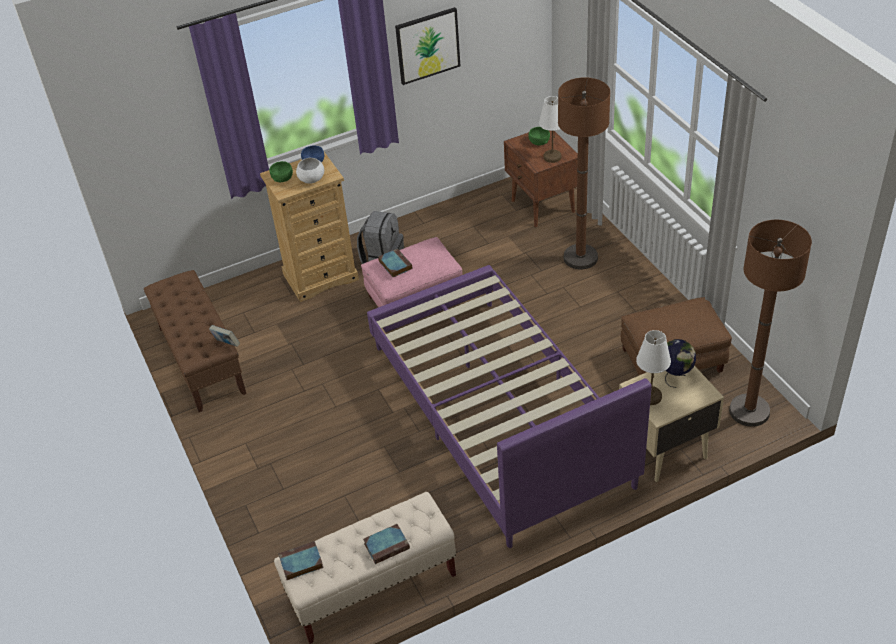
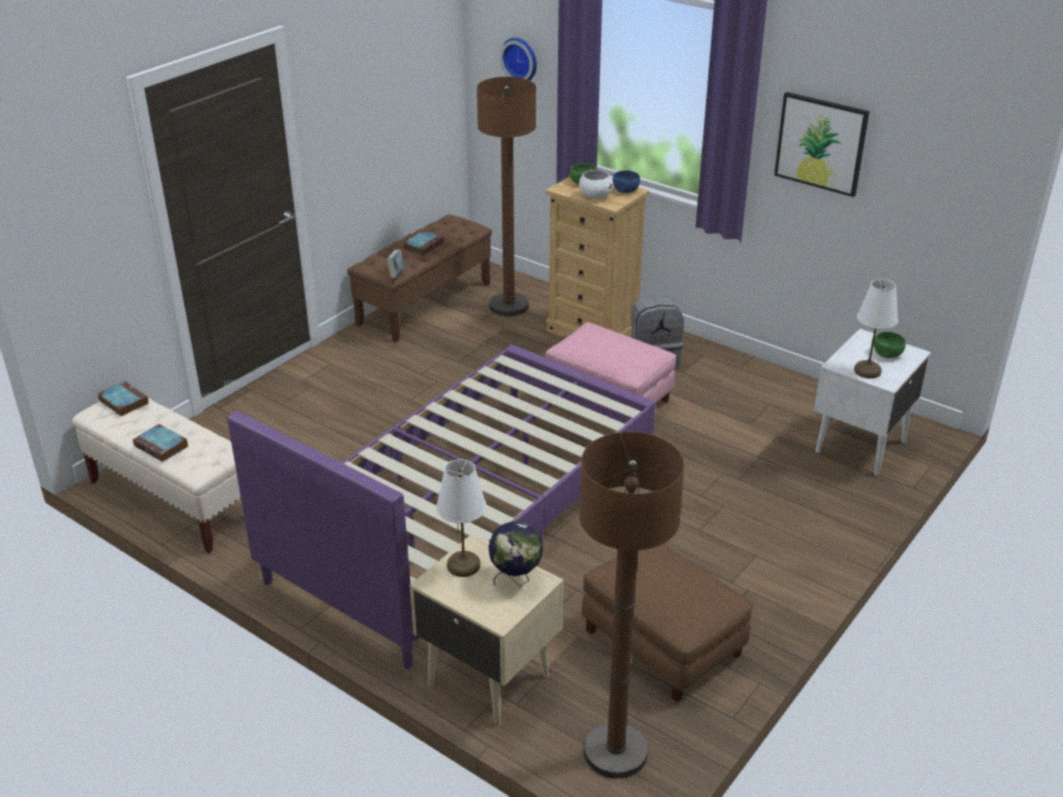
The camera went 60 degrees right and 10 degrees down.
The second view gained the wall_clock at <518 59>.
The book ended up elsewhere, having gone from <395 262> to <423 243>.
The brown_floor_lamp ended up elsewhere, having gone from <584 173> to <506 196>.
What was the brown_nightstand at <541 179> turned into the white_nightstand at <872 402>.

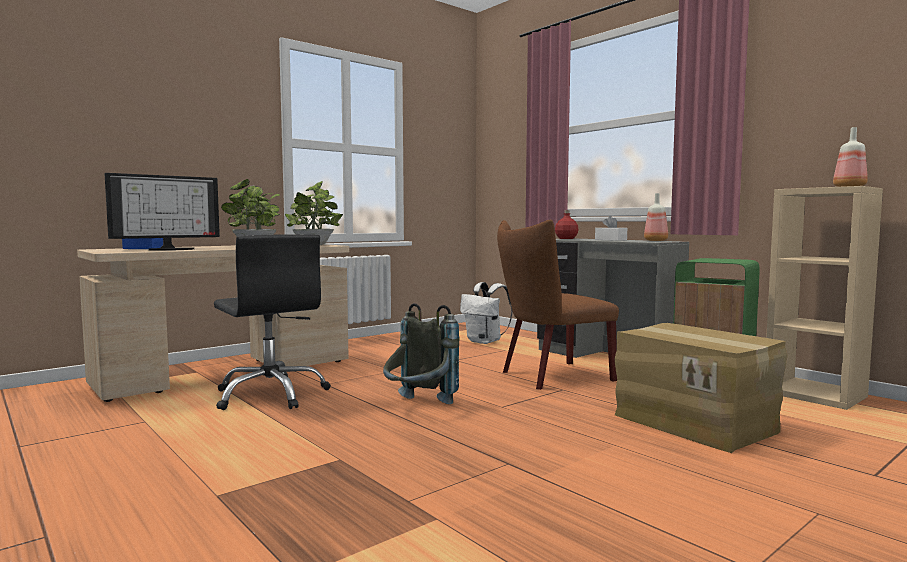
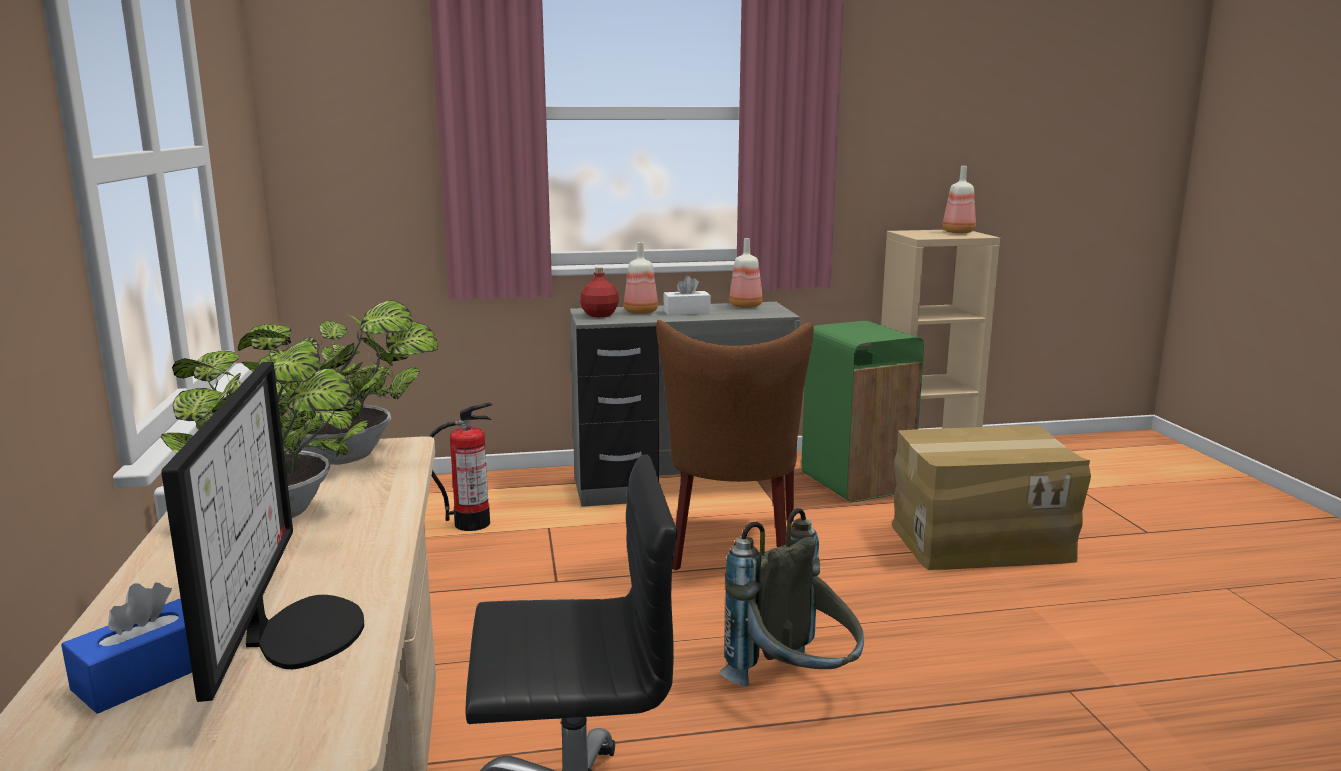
The camera went 60 degrees left and 10 degrees up.
The second view gained the bottle at <641 278>.
Where the white_backpack stood at <486 313>, the fire_extinguisher came to stand at <460 466>.

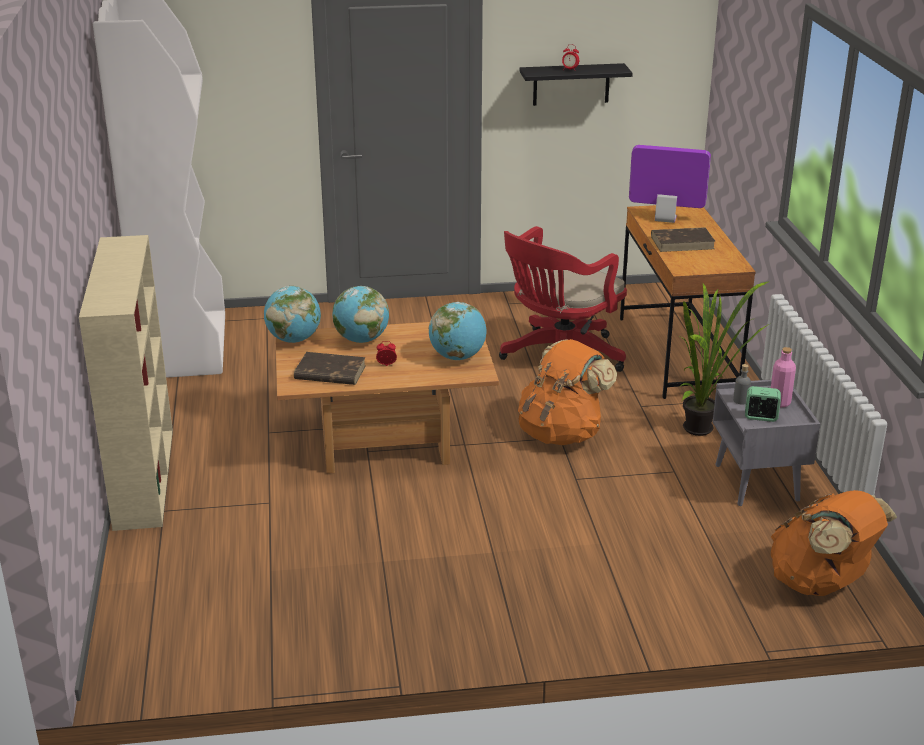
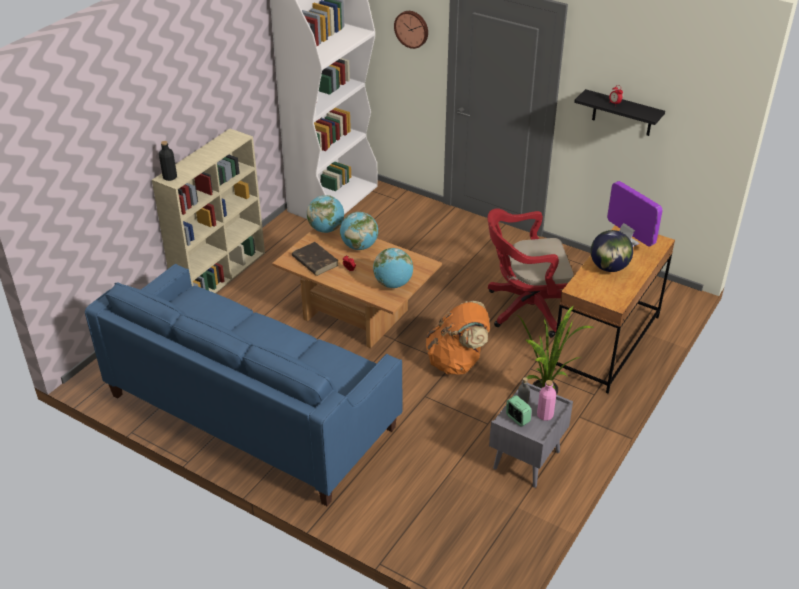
The camera went 40 degrees right and 10 degrees up.
The second view lost the orange_backpack at <834 543>.
The second view gained the blue_sofa at <244 385>.
The second view gained the black_bottle at <168 161>.
The second view gained the wall_clock at <411 30>.
Where the brown_book stood at <683 239>, the globe came to stand at <612 251>.

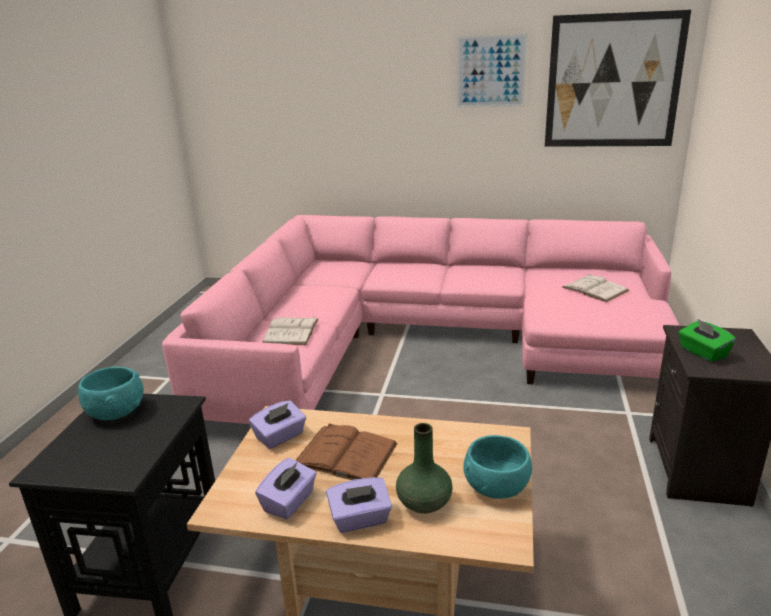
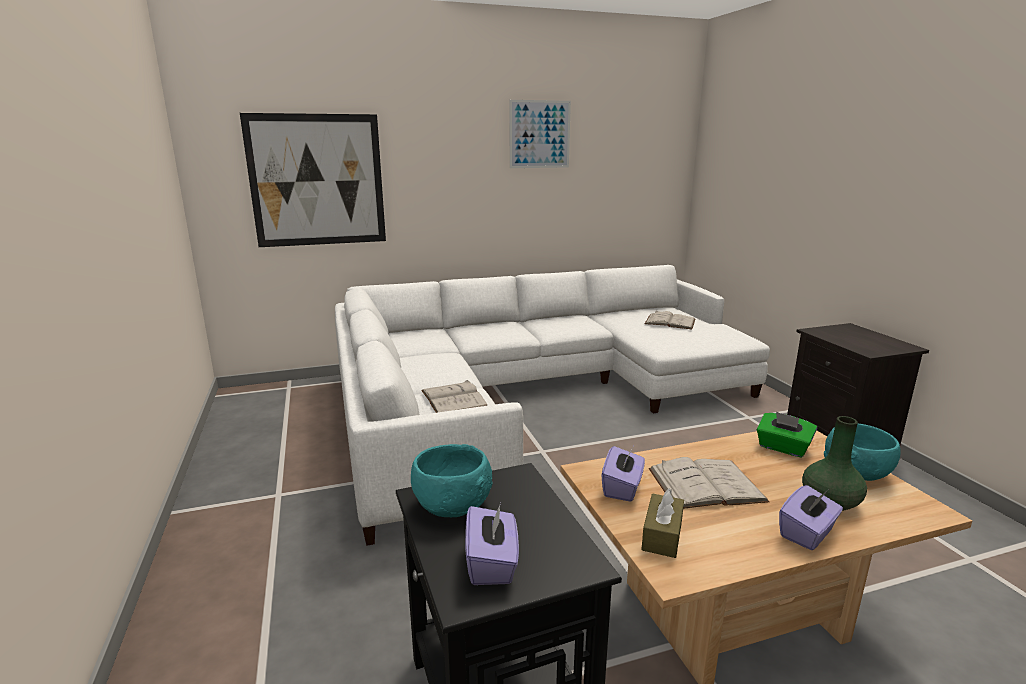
The camera went 30 degrees left and 5 degrees down.
The second view gained the brown_tissue_box at <662 523>.
The purple_tissue_box ended up elsewhere, having gone from <286 489> to <492 544>.
The picture ended up elsewhere, having gone from <618 78> to <313 180>.
The green_tissue_box ended up elsewhere, having gone from <707 340> to <787 435>.
What was the pink_sofa at <421 319> turned into the white_sofa at <552 405>.
What was the brown_book at <346 452> turned into the white_book at <709 483>.

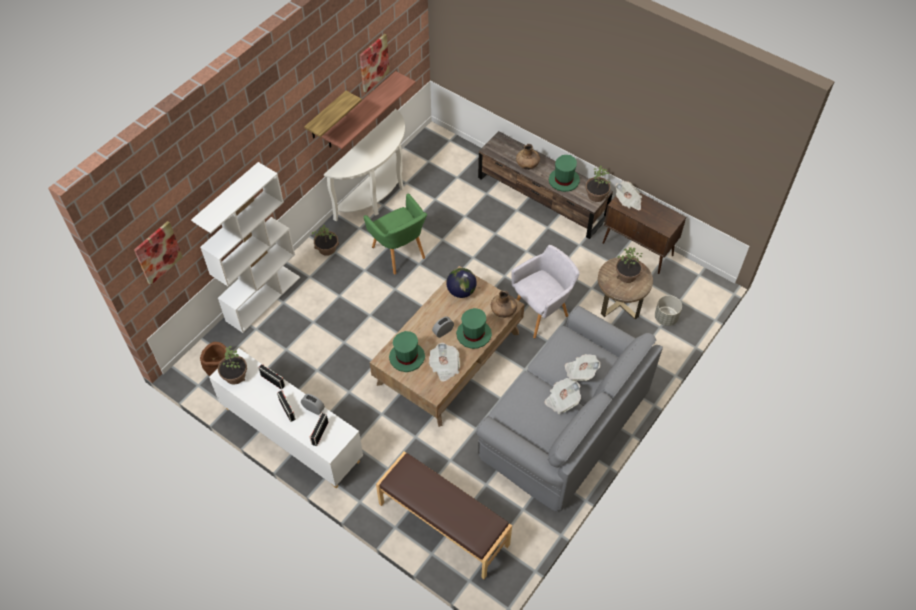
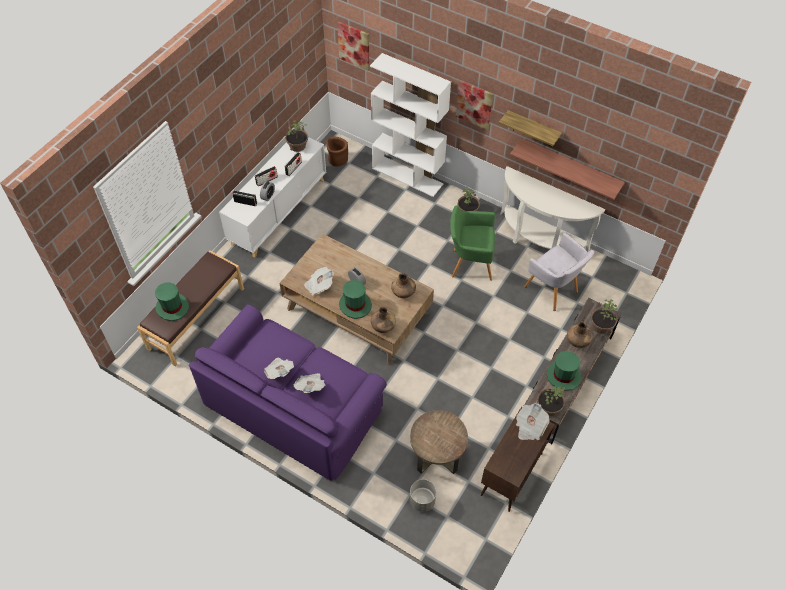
The camera went 85 degrees right and 0 degrees up.
The picture ended up elsewhere, having gone from <374 63> to <474 105>.
The green_hat ended up elsewhere, having gone from <407 351> to <172 301>.
The grey_armchair ended up elsewhere, having gone from <545 292> to <559 271>.
The potted_plant ended up elsewhere, having gone from <629 265> to <604 316>.
Where the globe stood at <461 283>, the brown_vase came to stand at <403 285>.
What was the grey_sofa at <569 408> turned into the purple_sofa at <288 393>.
The green_armchair at <395 234> ended up facing another way, 45 degrees clockwise from before.

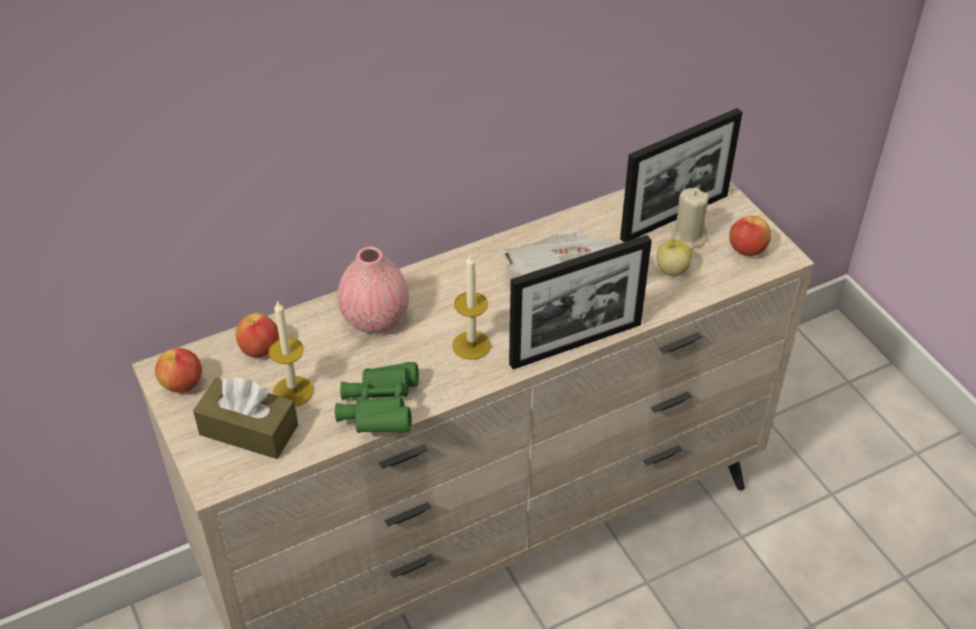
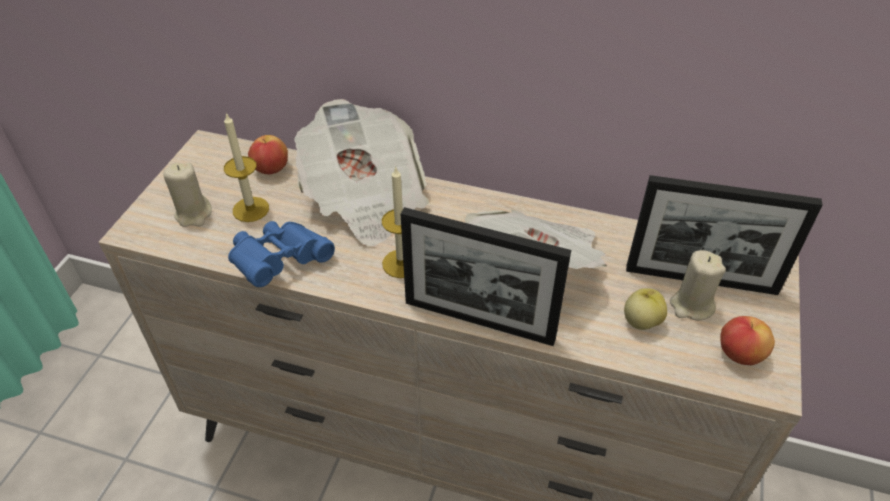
The camera went 45 degrees right and 0 degrees up.
The second view lost the apple at <178 370>.
Where the brown_tissue_box stood at <245 418>, the beige_candle came to stand at <187 195>.
Where the pink_vase stood at <373 290>, the newspaper came to stand at <361 172>.
What was the green_binoculars at <377 397> turned into the blue_binoculars at <281 254>.

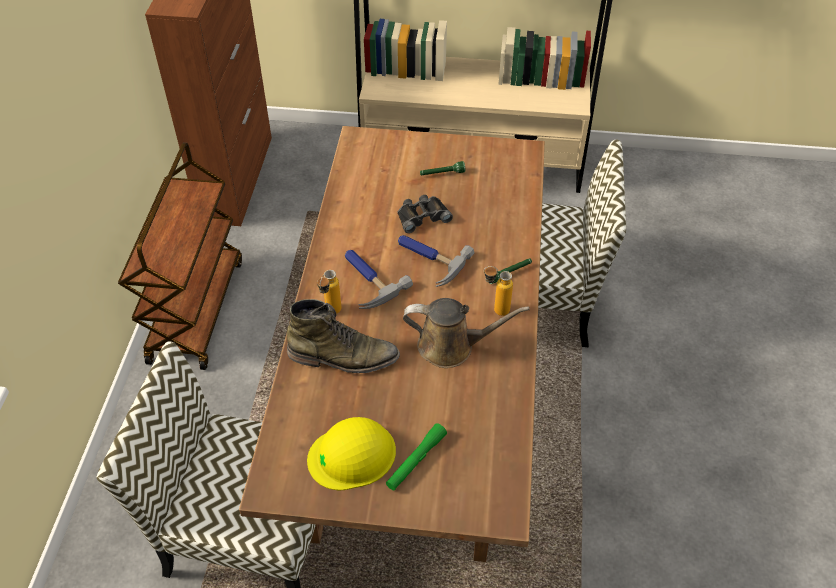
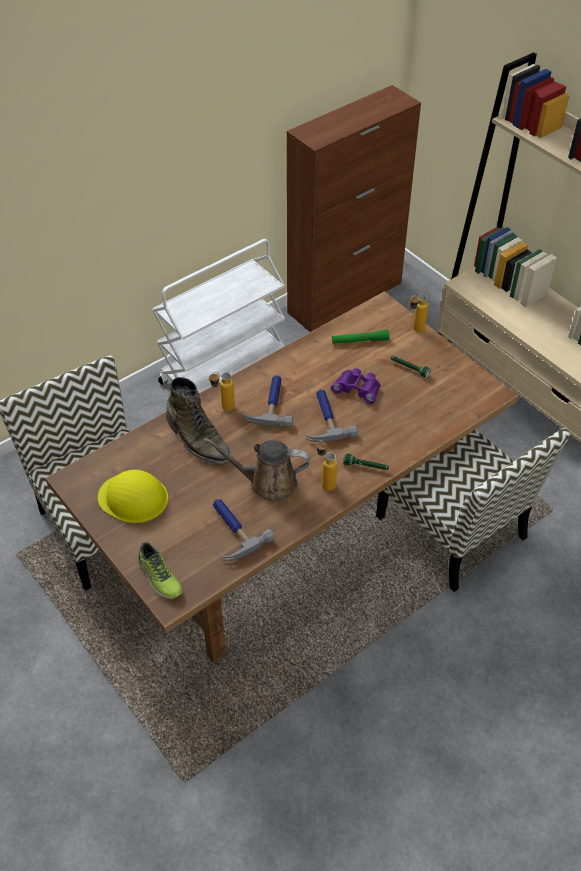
The camera went 45 degrees right and 0 degrees up.
The second view gained the shoe at <160 570>.
The second view gained the hammer at <244 530>.
The second view gained the bottle at <418 313>.
The green_flashlight ended up elsewhere, having gone from <416 456> to <360 337>.
What was the brown_cart at <180 256> turned into the white_cart at <218 316>.
What was the black_binoculars at <425 214> turned into the purple_binoculars at <356 386>.
The brown_watering_can at <466 333> ended up facing another way, 135 degrees clockwise from before.

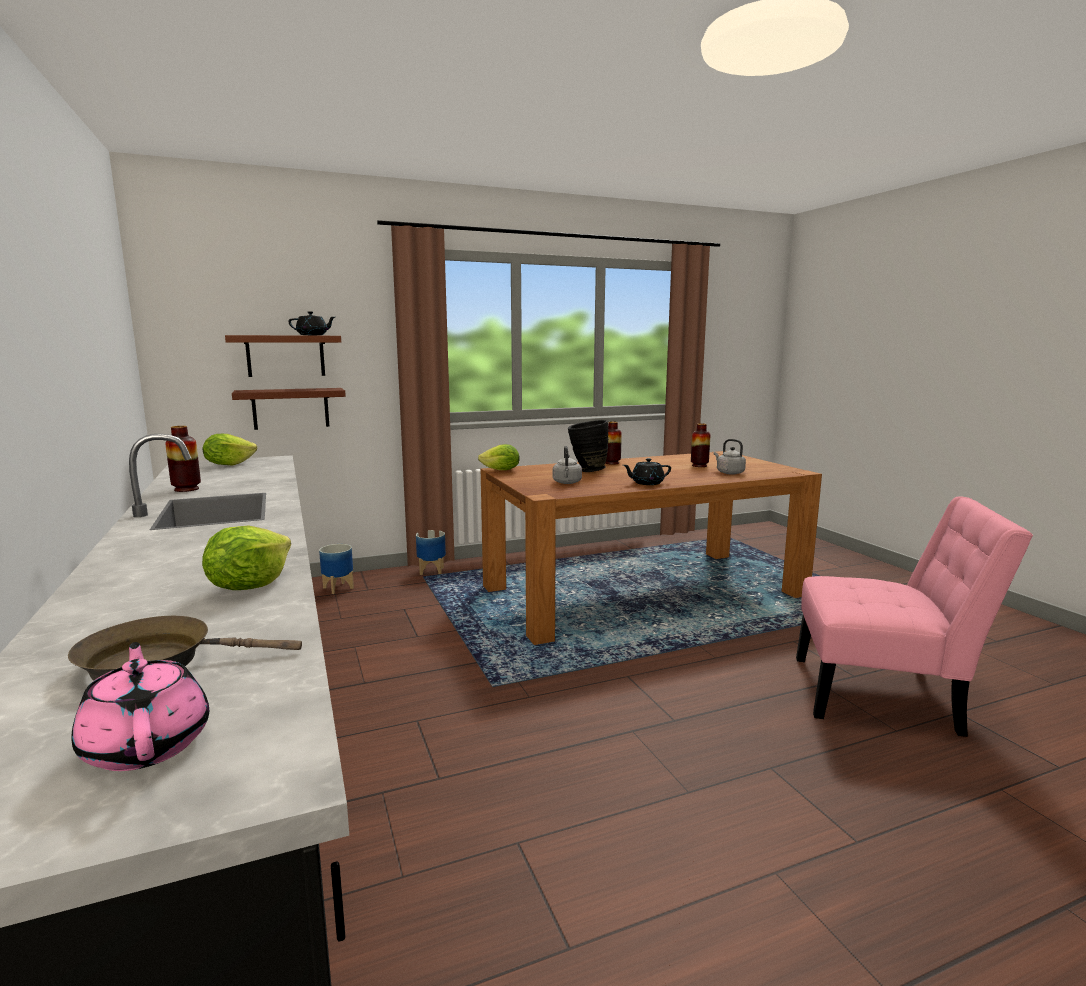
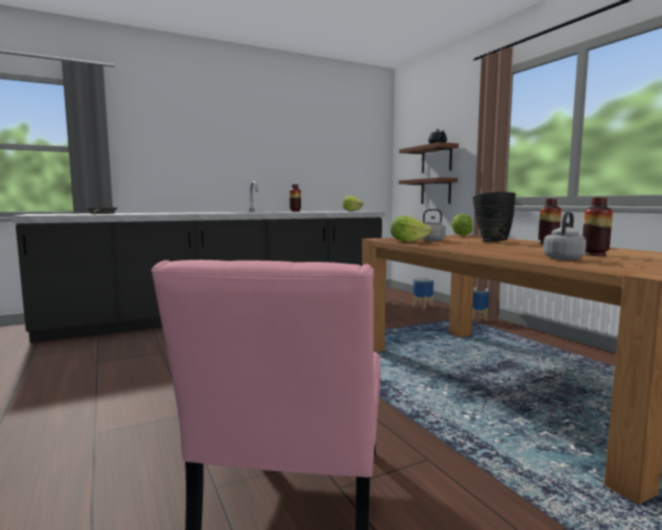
The camera went 85 degrees right and 5 degrees down.
The second view lost the pink_teapot at <140 706>.
The second view lost the black_teapot at <647 471>.
The lettuce ended up elsewhere, having gone from <246 557> to <411 229>.

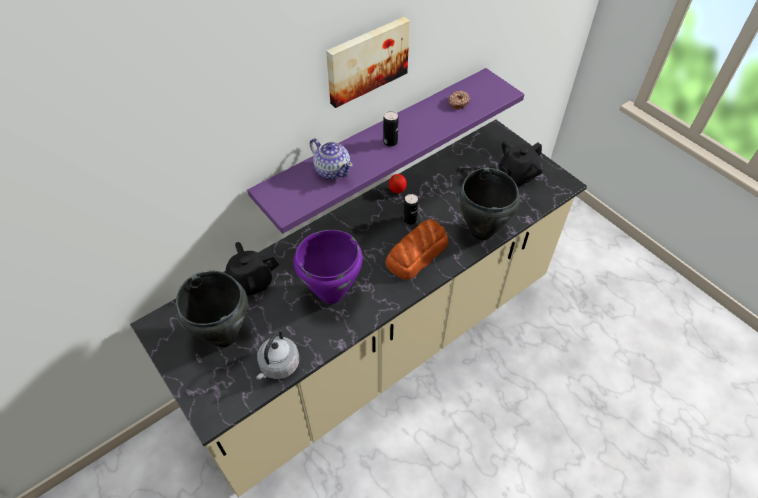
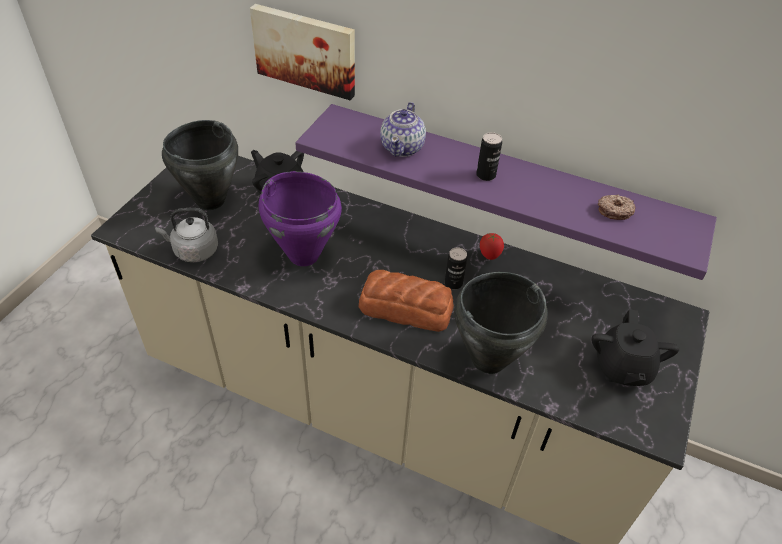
The camera went 60 degrees right and 5 degrees down.
The picture ended up elsewhere, having gone from <368 62> to <302 52>.
The black_teapot at <521 164> ended up facing another way, 105 degrees counterclockwise from before.

